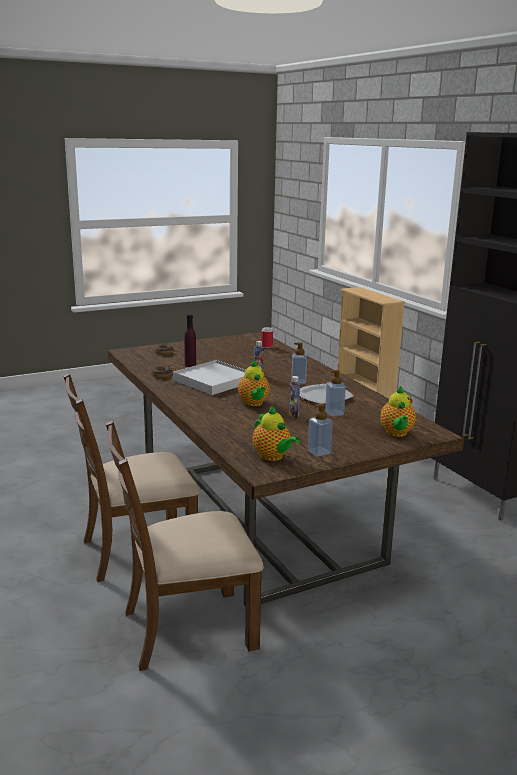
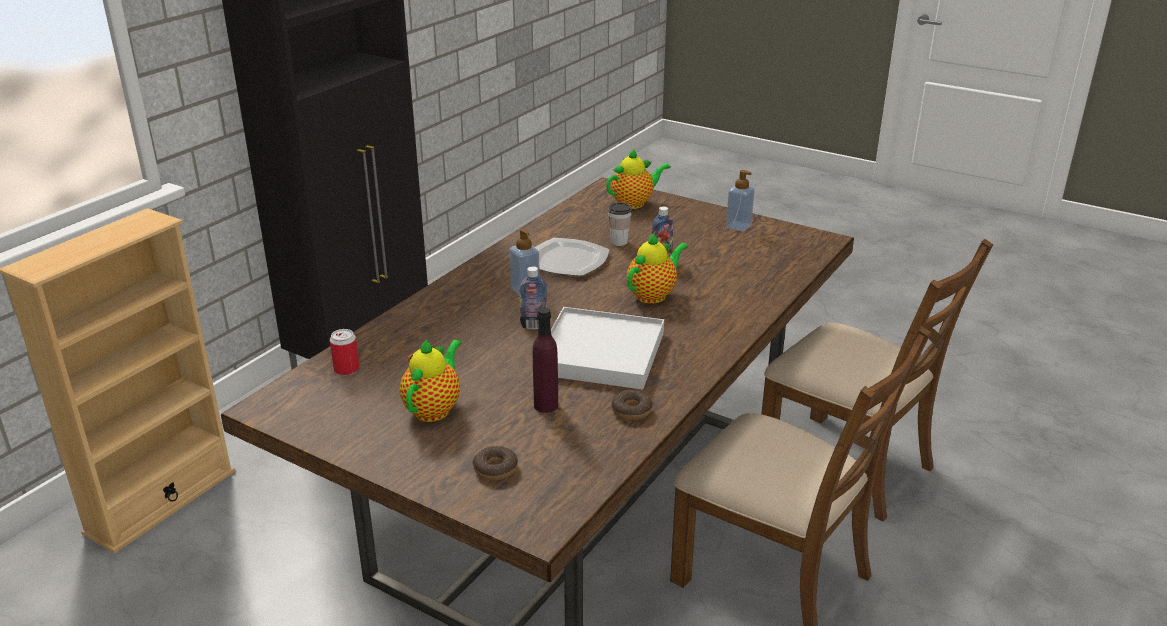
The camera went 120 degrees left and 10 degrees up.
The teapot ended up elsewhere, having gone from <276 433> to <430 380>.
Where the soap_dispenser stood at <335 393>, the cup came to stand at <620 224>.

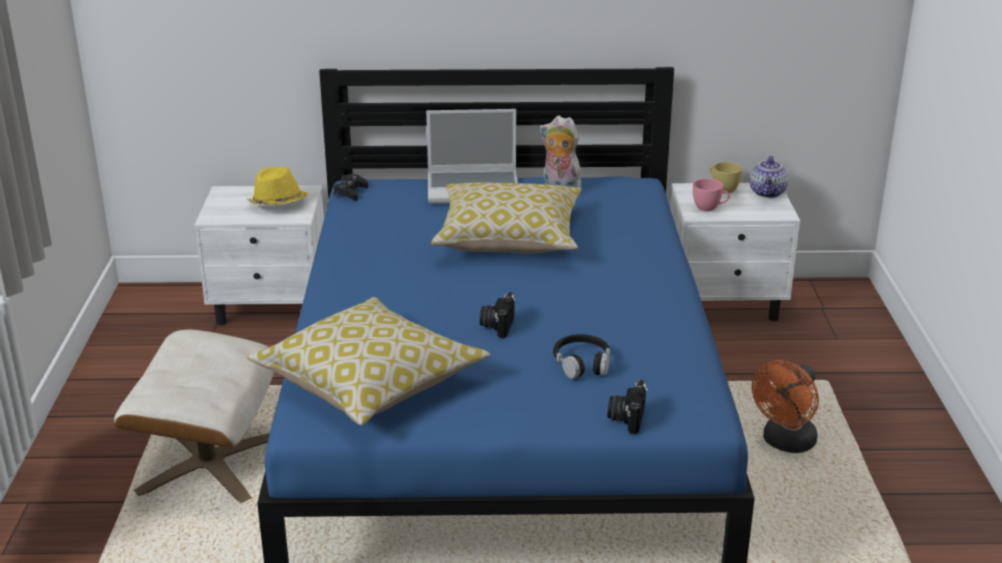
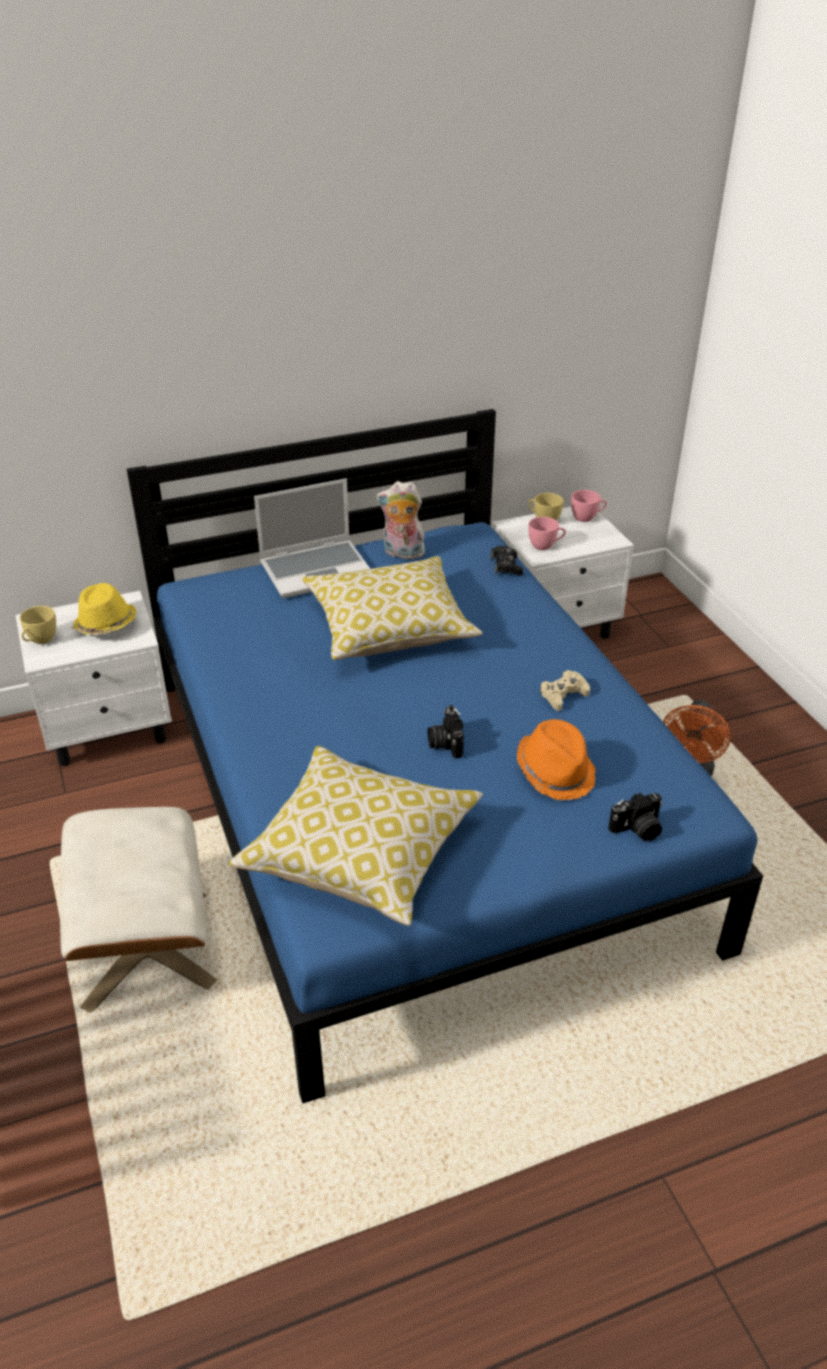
The camera went 20 degrees left and 10 degrees up.
The second view gained the yellow_cup at <38 625>.
The second view gained the beige_game_controller at <565 690>.
The black_game_controller ended up elsewhere, having gone from <350 187> to <507 561>.
Where the black_headphones stood at <581 356>, the orange_hat came to stand at <556 759>.
Where the teapot stood at <769 177>, the pink_cup came to stand at <589 506>.
The photo_camera at <628 407> ended up facing another way, 105 degrees counterclockwise from before.

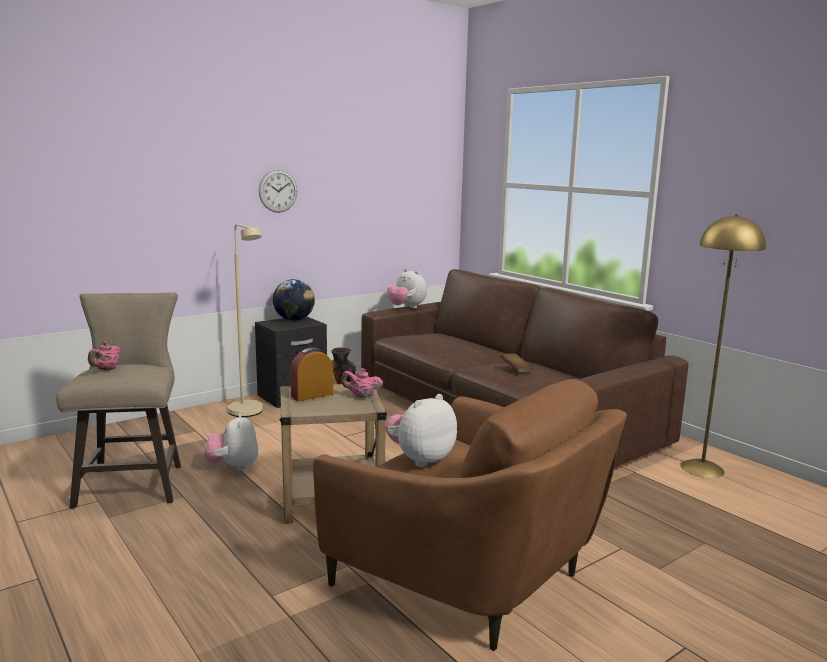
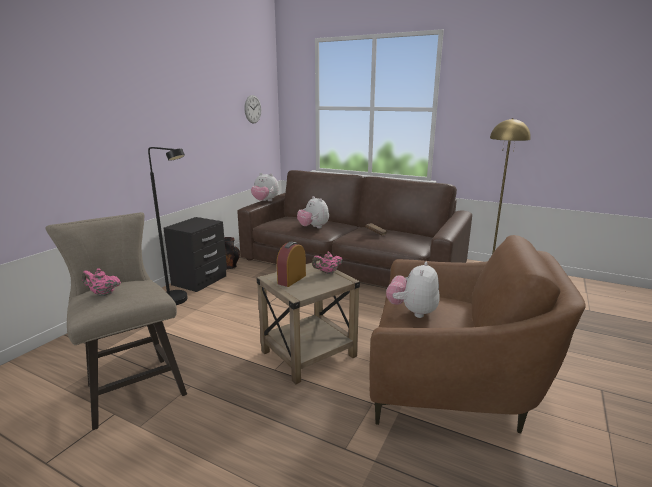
The camera went 25 degrees left and 5 degrees up.
The second view lost the globe at <294 300>.
The plush_toy ended up elsewhere, having gone from <232 442> to <313 212>.
The wall_clock ended up elsewhere, having gone from <278 191> to <252 109>.
What was the beige_floor_lamp at <245 320> turned into the black_floor_lamp at <168 226>.
The pink_teapot at <104 356> ended up facing another way, 105 degrees clockwise from before.

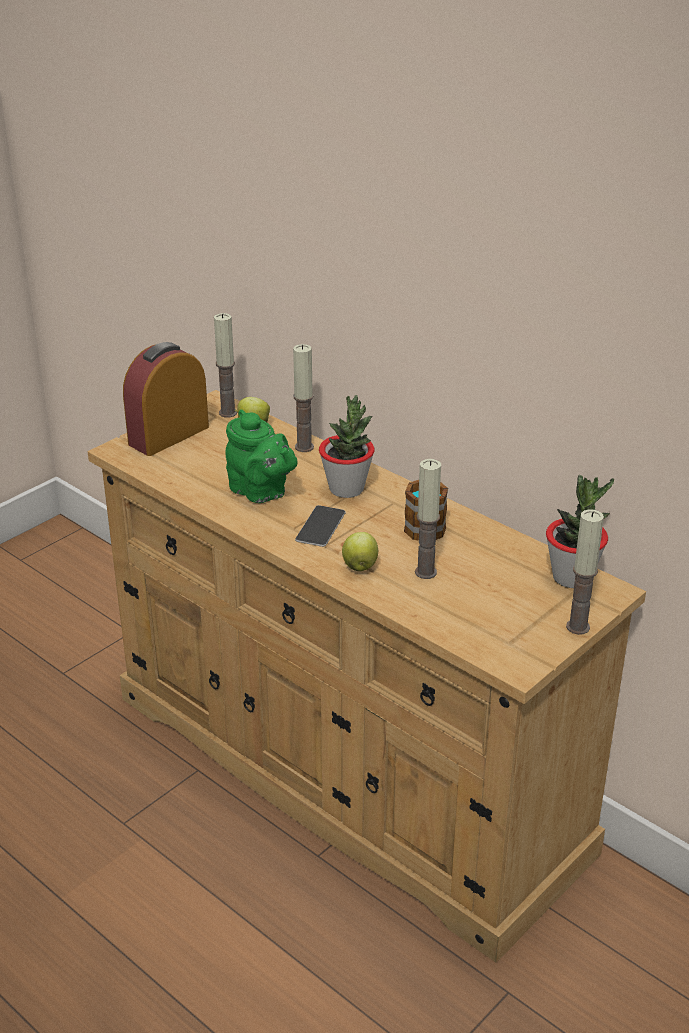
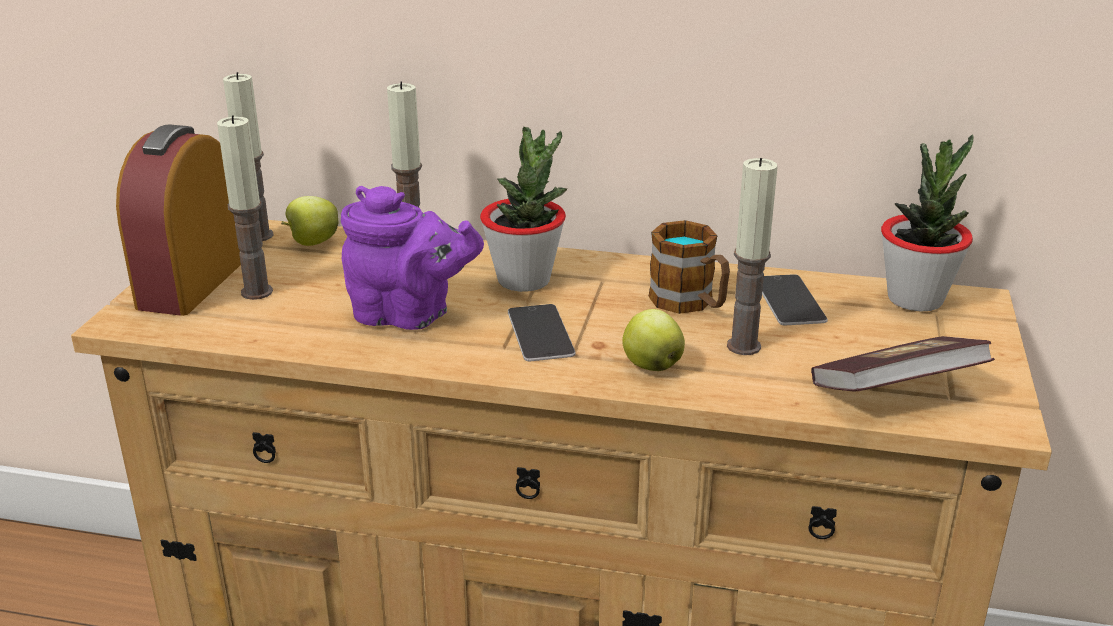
The camera went 30 degrees left and 5 degrees down.
The second view gained the phone at <795 299>.
The second view gained the book at <903 364>.
The candle ended up elsewhere, having gone from <585 572> to <245 207>.
What was the green_teapot at <261 456> turned into the purple_teapot at <412 258>.

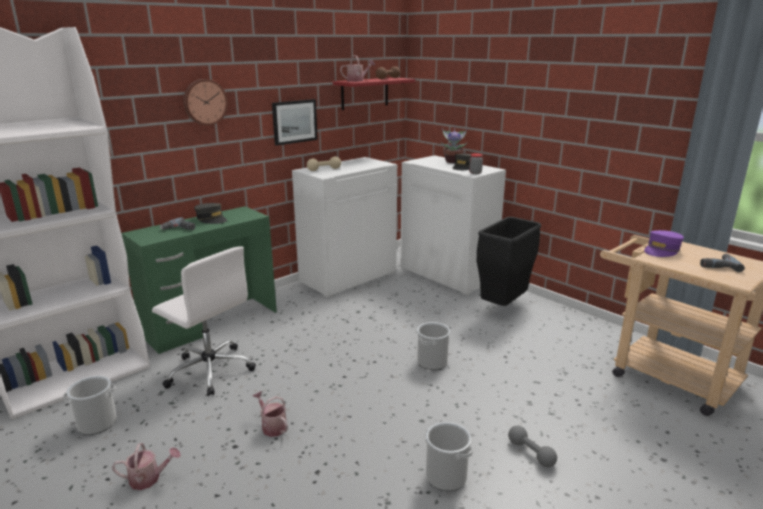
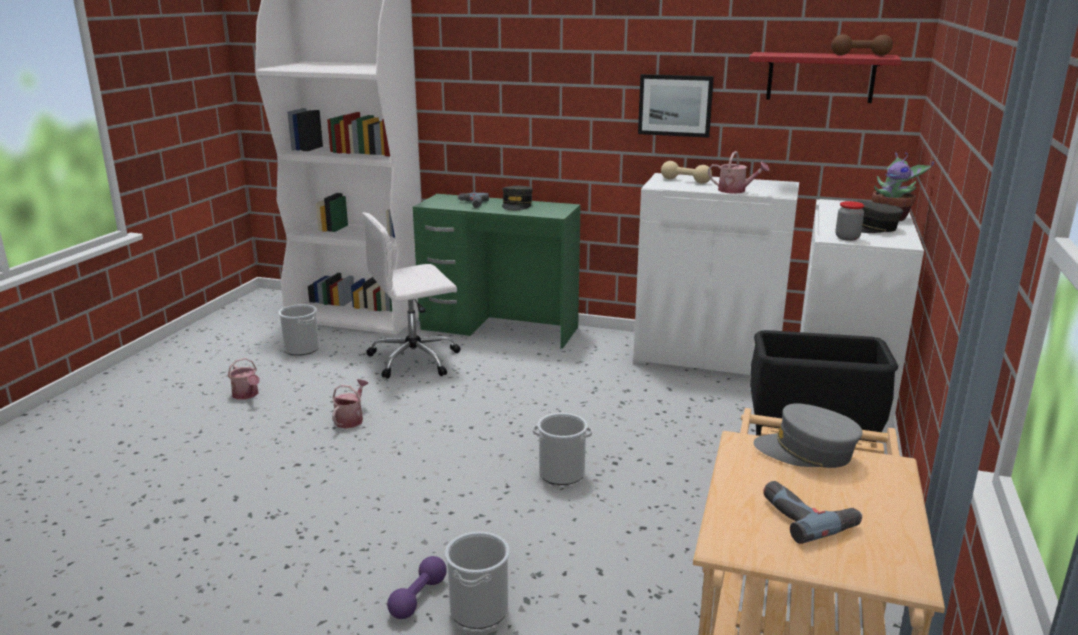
The camera went 60 degrees right and 0 degrees up.
The second view lost the wall_clock at <205 102>.
The watering_can ended up elsewhere, having gone from <357 68> to <739 172>.
The bucket ended up elsewhere, having gone from <449 456> to <477 580>.
What was the grey_dumbbell at <532 446> turned into the purple_dumbbell at <417 587>.
What was the purple_cap at <664 243> turned into the grey_cap at <808 435>.
The white_office_chair at <204 321> ended up facing another way, 60 degrees clockwise from before.

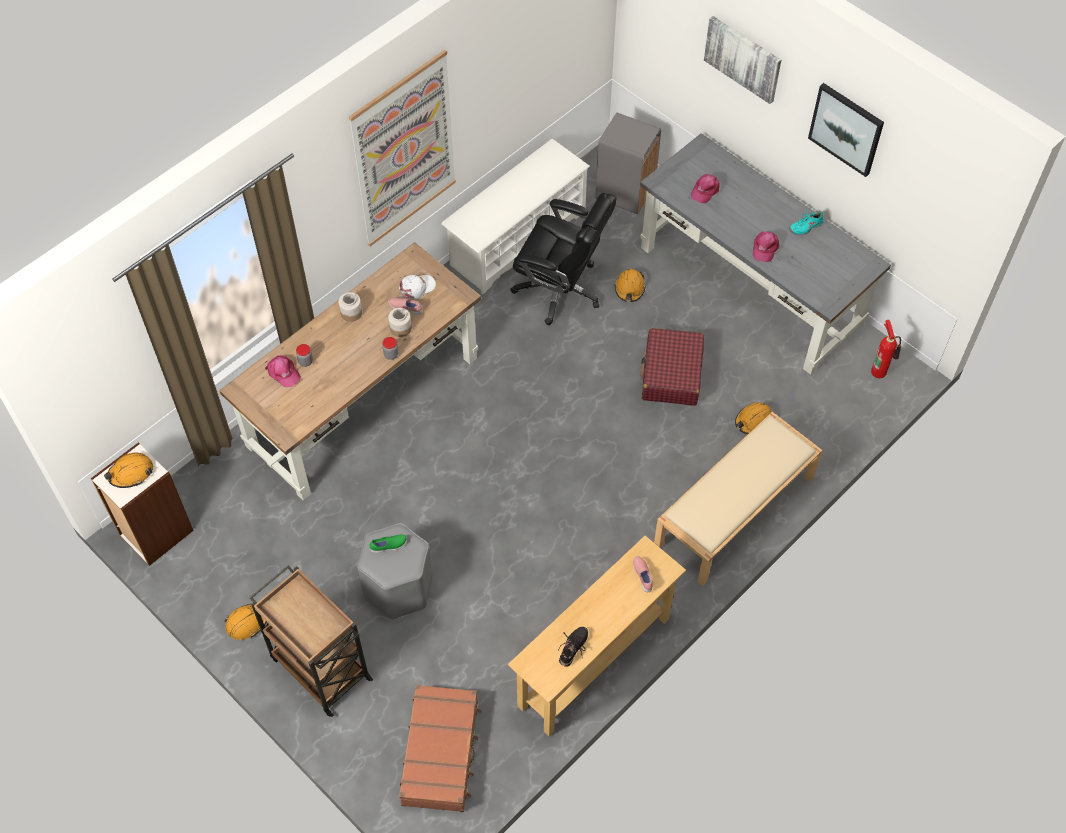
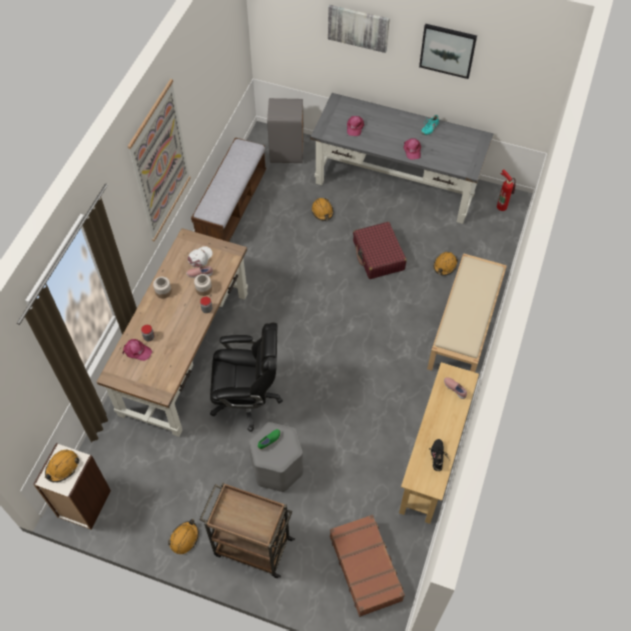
The camera went 25 degrees left and 0 degrees up.
The black_office_chair ended up elsewhere, having gone from <563 259> to <246 377>.
Where the white_shoe_rack stood at <515 216>, the bench came to stand at <228 189>.

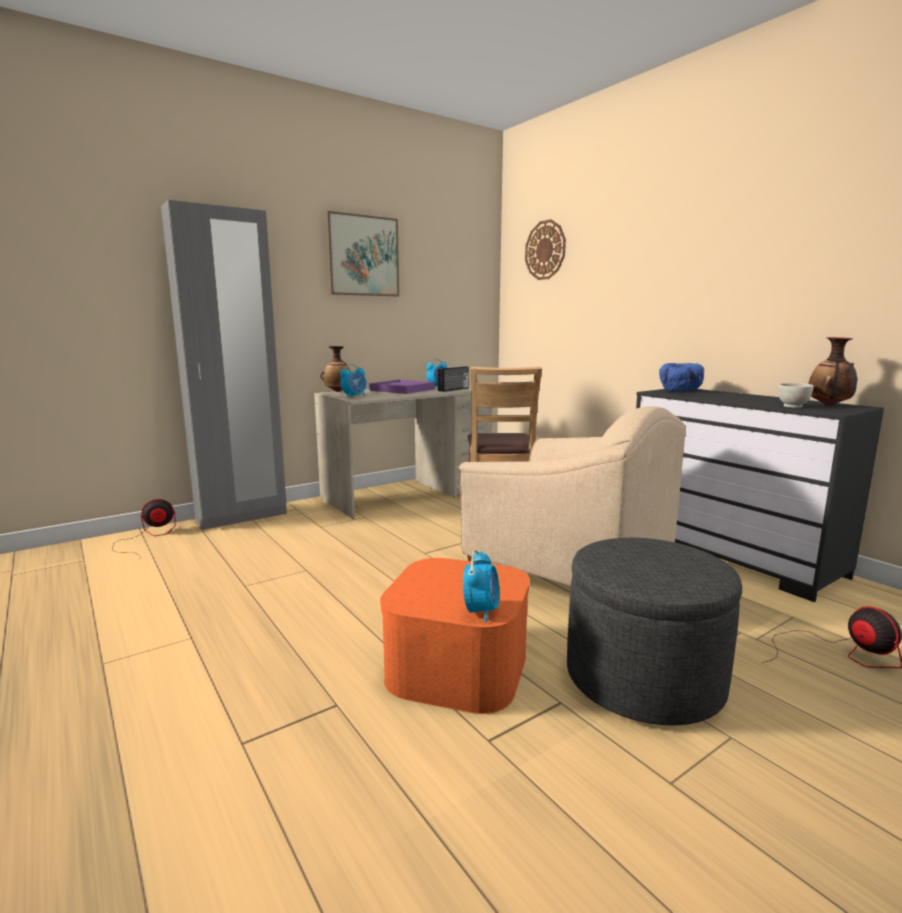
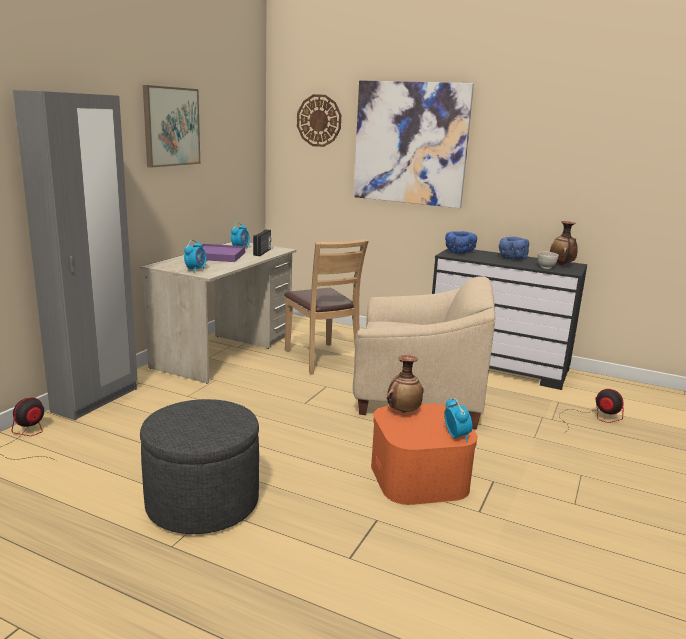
The camera went 30 degrees left and 5 degrees up.
The second view gained the picture at <413 144>.
The second view gained the blue_bowl at <514 248>.
The vase ended up elsewhere, having gone from <335 369> to <405 384>.
The grey_ottoman ended up elsewhere, having gone from <654 631> to <199 466>.

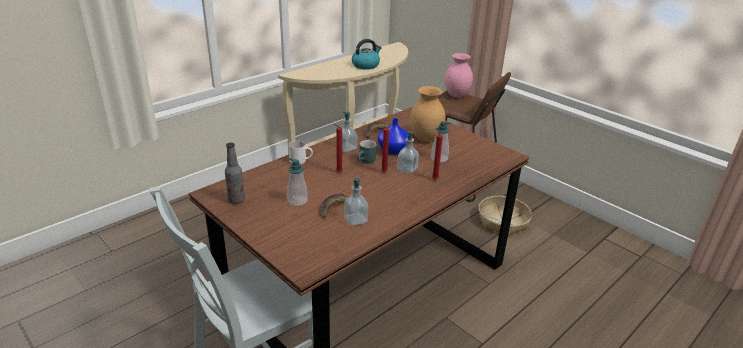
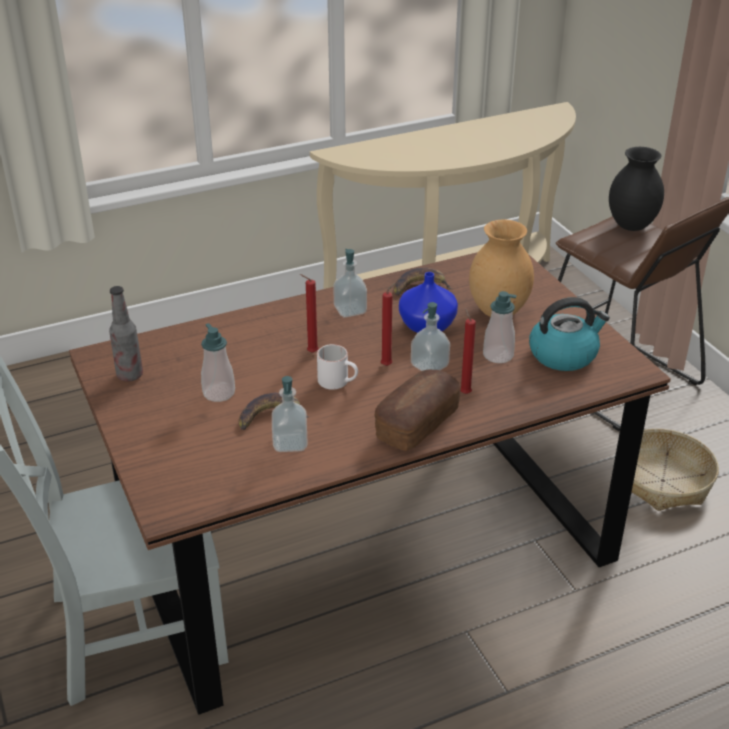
The camera went 20 degrees right and 5 degrees up.
The second view lost the turquoise_mug at <367 152>.
The second view gained the bread at <417 410>.
The white_mug ended up elsewhere, having gone from <300 152> to <337 367>.
The kettle ended up elsewhere, having gone from <367 54> to <569 334>.
What was the pink_vase at <459 75> turned into the black_vase at <636 189>.

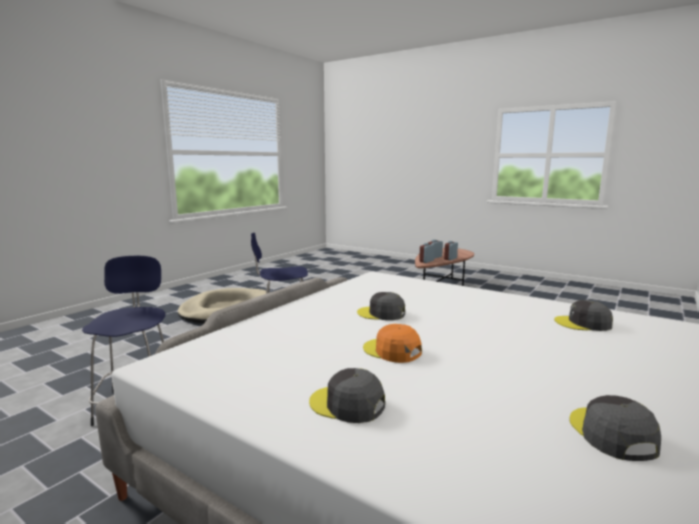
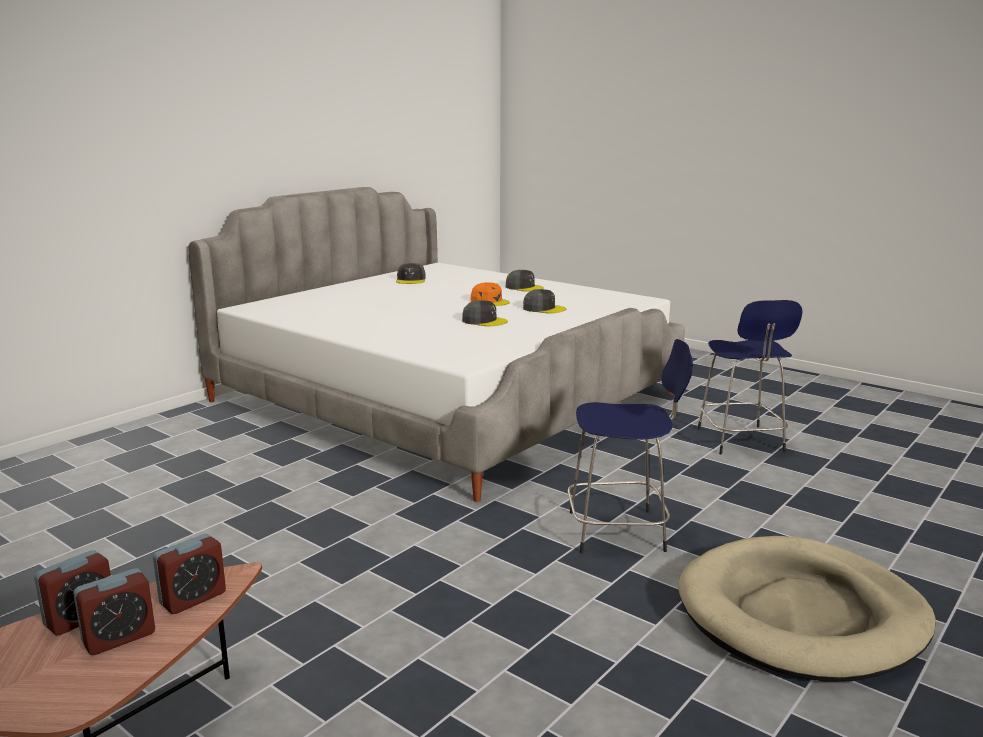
The camera went 175 degrees left and 5 degrees up.
The grey_cap ended up elsewhere, having gone from <583 315> to <544 301>.

